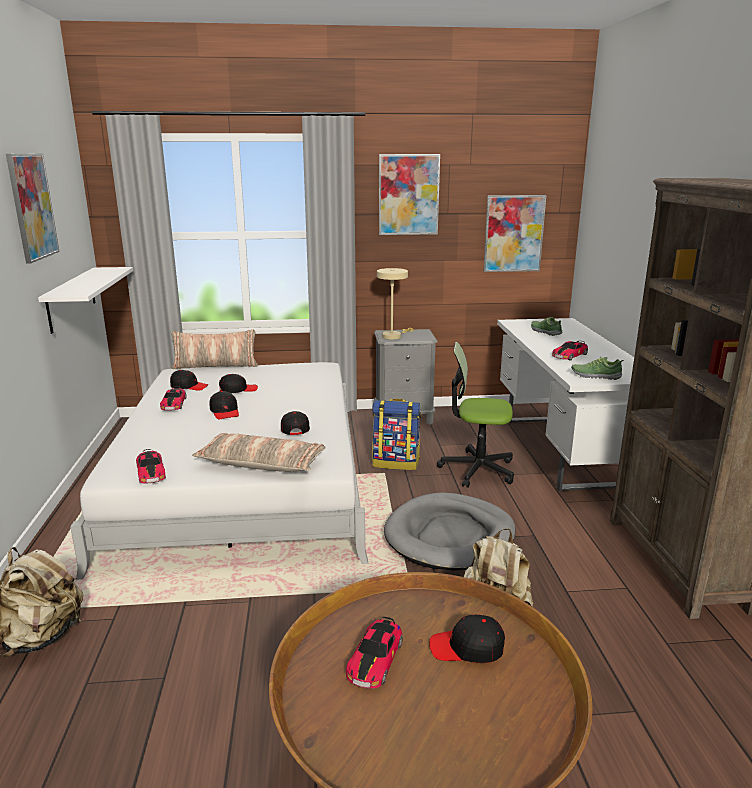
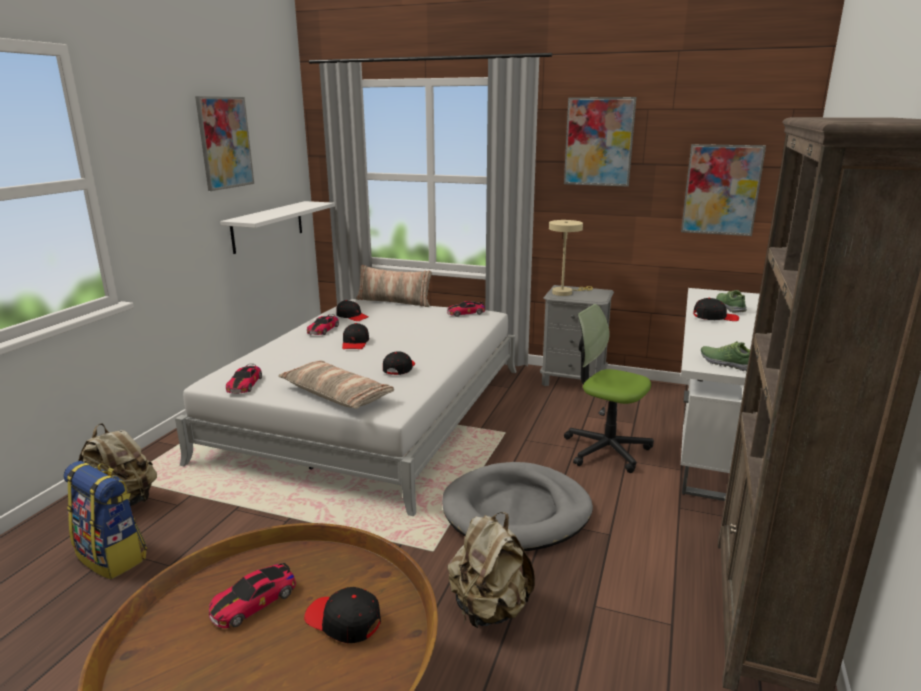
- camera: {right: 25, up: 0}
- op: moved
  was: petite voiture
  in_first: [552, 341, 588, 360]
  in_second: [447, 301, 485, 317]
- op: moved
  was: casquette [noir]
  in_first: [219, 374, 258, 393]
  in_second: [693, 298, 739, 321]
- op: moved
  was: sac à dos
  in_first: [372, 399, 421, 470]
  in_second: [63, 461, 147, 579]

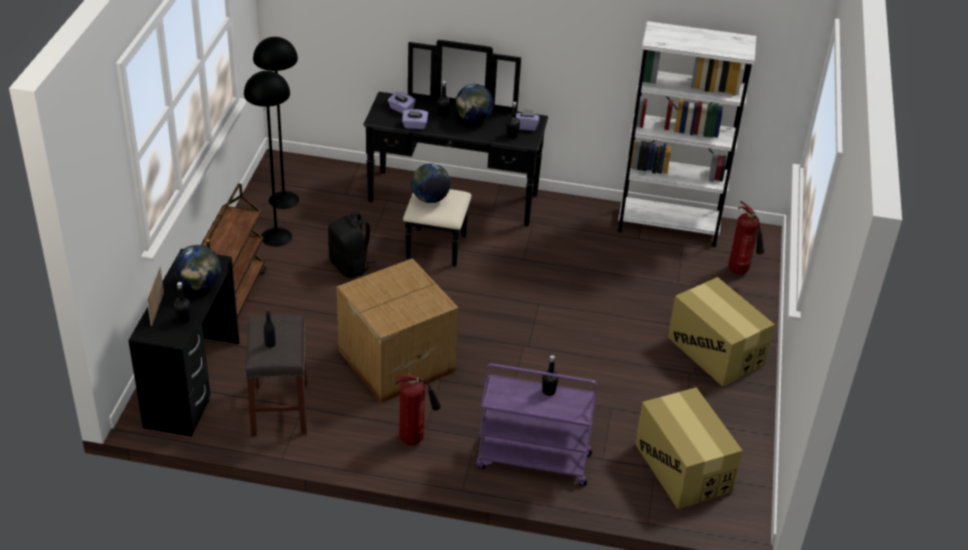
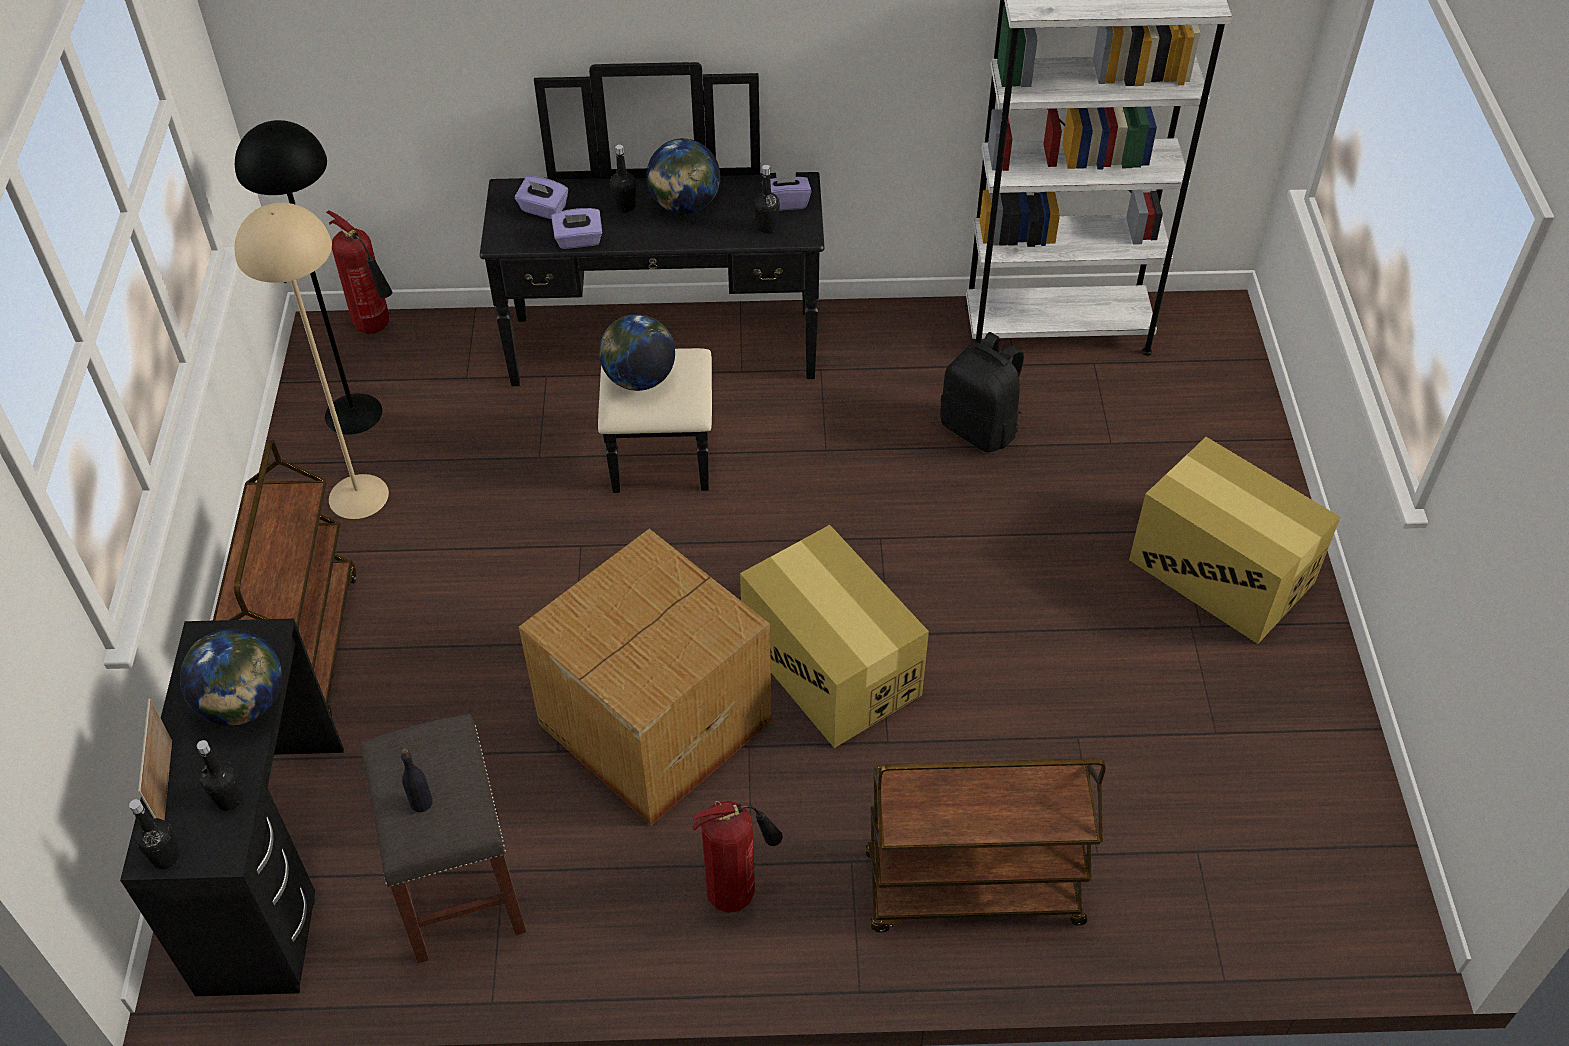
- camera: {right: -10, up: 10}
- op: recoloured
  was: lampadaire [noir]
  now: lampadaire [beige]
  in_first: [244, 71, 292, 247]
  in_second: [234, 203, 389, 519]
- op: moved
  was: extincteur
  in_first: [729, 201, 764, 274]
  in_second: [326, 210, 392, 334]
- op: moved
  was: sac à dos [noir]
  in_first: [328, 211, 376, 278]
  in_second: [940, 332, 1024, 452]
- op: moved
  was: bouteille [noir]
  in_first: [542, 355, 559, 396]
  in_second: [129, 799, 180, 869]
- op: recoloured
  was: chariot [violet]
  now: chariot [marron]
  in_first: [476, 363, 597, 486]
  in_second: [866, 758, 1106, 933]
- op: moved
  was: carton
  in_first: [635, 387, 743, 509]
  in_second: [740, 525, 929, 748]

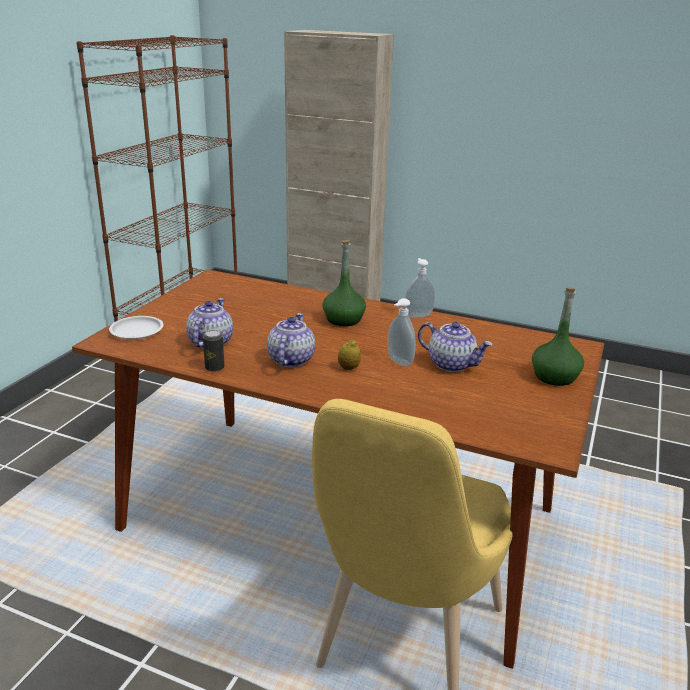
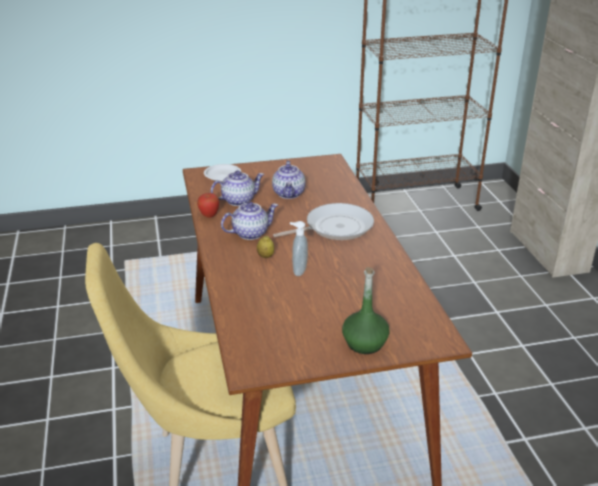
- camera: {right: 55, up: 5}
- op: replaced
  was: bouteille [vert]
  now: poêle
  in_first: [322, 240, 366, 326]
  in_second: [273, 203, 374, 240]
- op: removed
  was: distributeur de savon
  in_first: [405, 258, 435, 318]
- op: moved
  was: théière
  in_first: [418, 322, 493, 372]
  in_second: [272, 161, 306, 199]
- op: replaced
  was: boîte métallique
  now: pomme
  in_first: [203, 330, 225, 372]
  in_second: [197, 193, 219, 218]

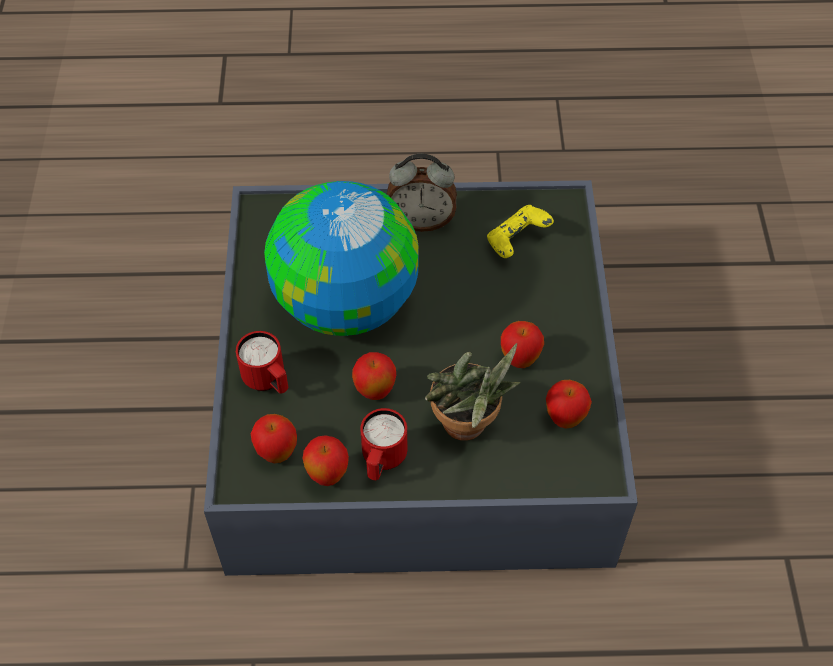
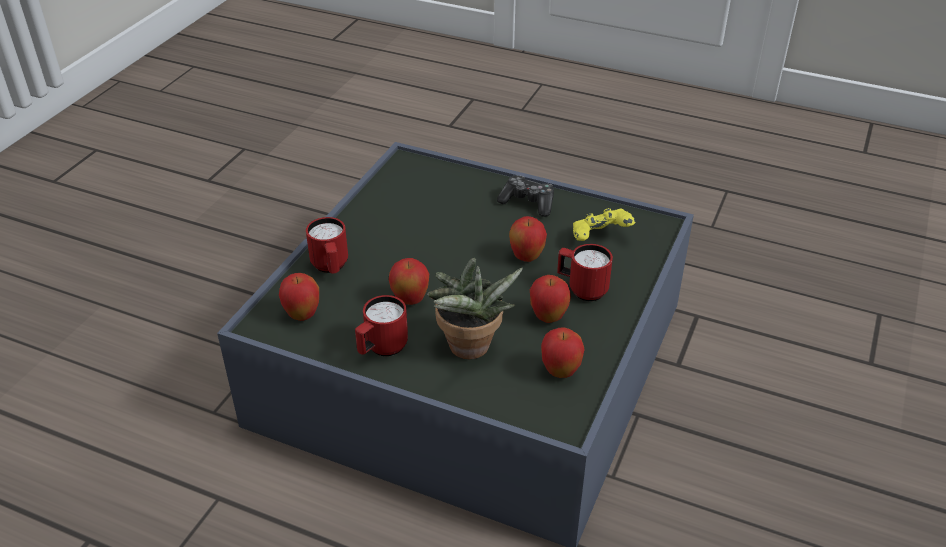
- camera: {right: 25, up: -15}
- op: replaced
  was: réveil
  now: manette
  in_first: [387, 154, 457, 232]
  in_second: [497, 175, 554, 217]
- op: removed
  was: globe
  in_first: [264, 181, 419, 336]
- op: moved
  was: pomme
  in_first: [303, 435, 349, 486]
  in_second: [509, 216, 547, 262]
- op: added
  now: mug [rouge]
  in_second: [557, 244, 613, 301]

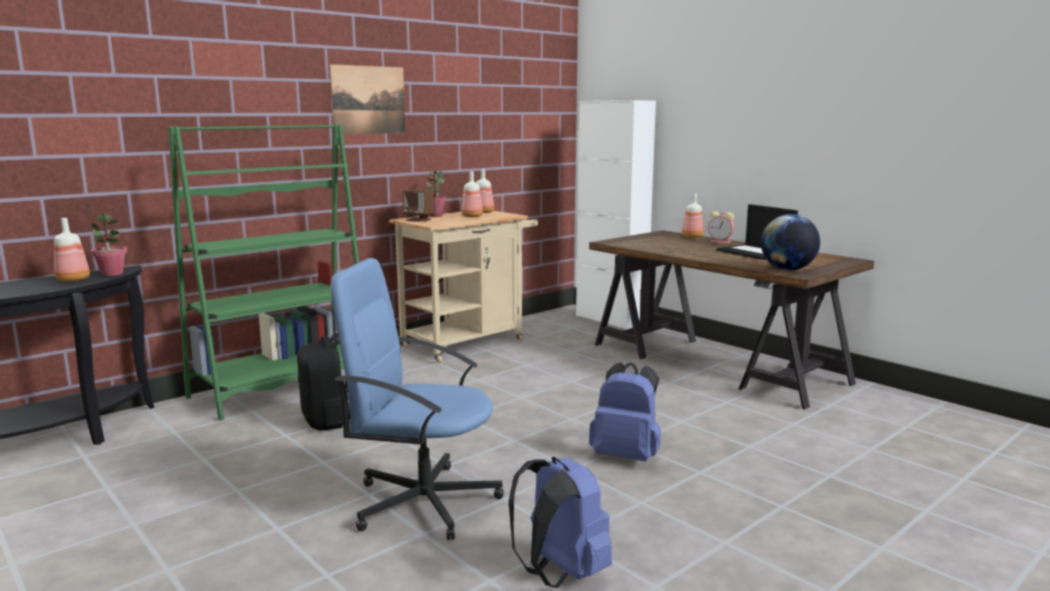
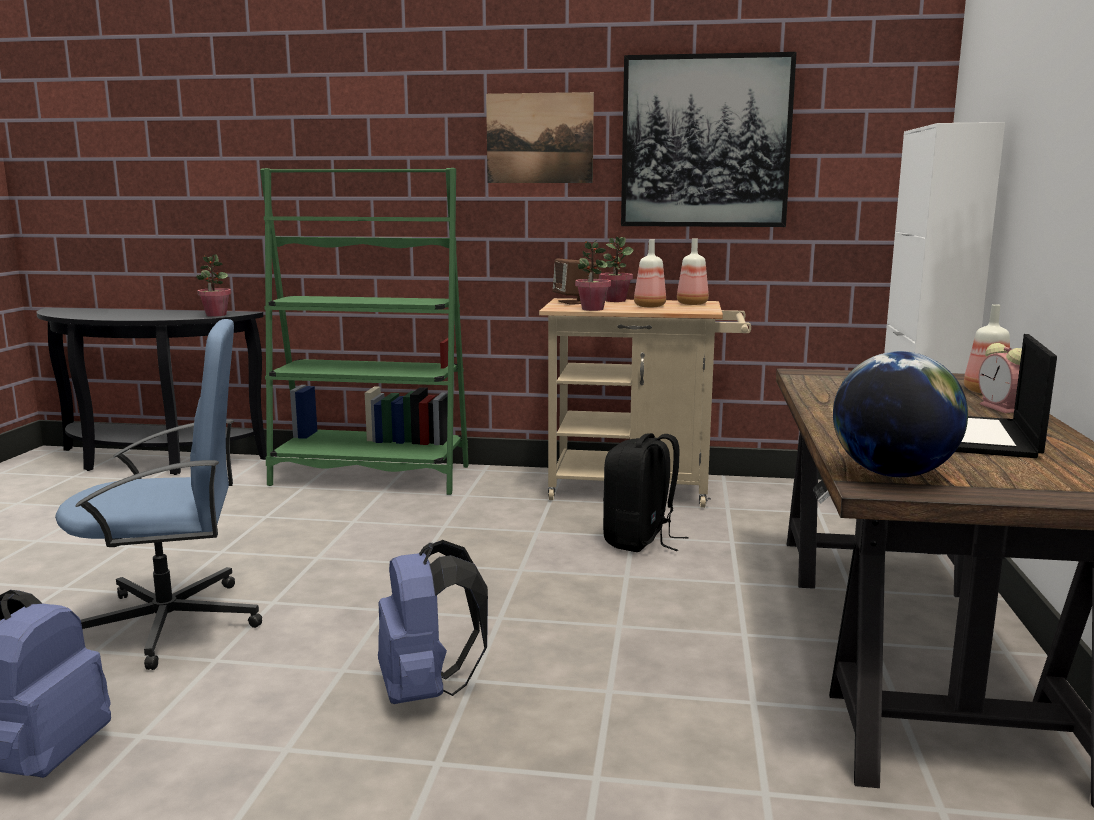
- camera: {right: 50, up: 0}
- op: removed
  was: bouteille
  in_first: [54, 218, 90, 282]
- op: turned
  was: chaise de bureau [bleu]
  in_first: [331, 258, 504, 540]
  in_second: [55, 319, 262, 670]
  clockwise: 105
- op: moved
  was: sac à dos [noir]
  in_first: [297, 333, 350, 431]
  in_second: [603, 433, 689, 552]
- op: added
  now: tableau
  in_second: [621, 52, 797, 227]
- op: added
  now: plante en pot
  in_second: [575, 240, 611, 311]

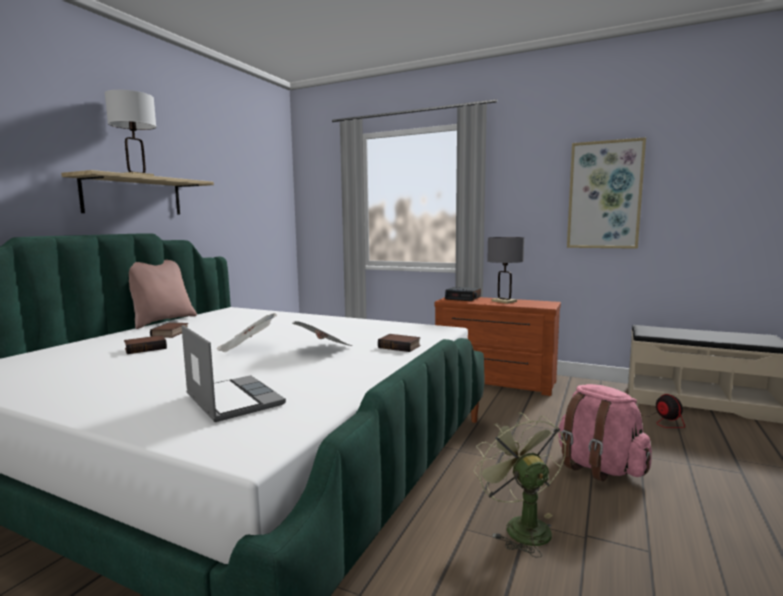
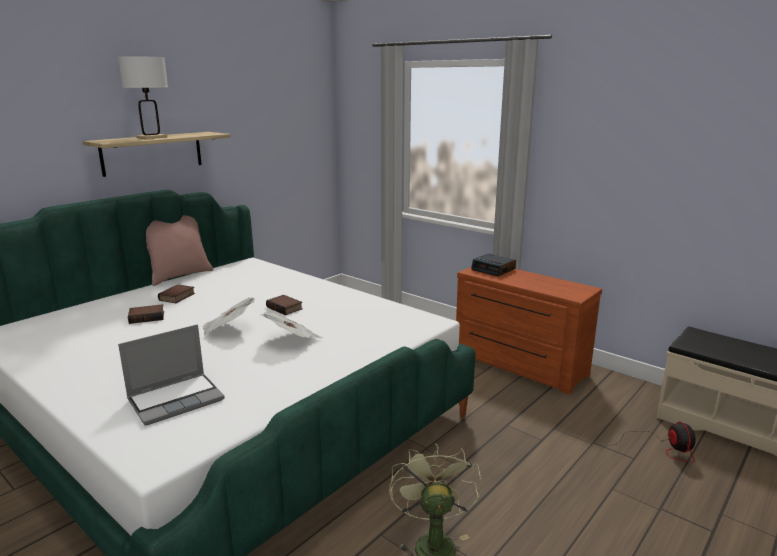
- camera: {right: 15, up: 10}
- op: removed
  was: tableau
  in_first: [567, 137, 646, 249]
- op: removed
  was: lampe de table [gris]
  in_first: [487, 237, 524, 304]
- op: turned
  was: ordinateur portable
  in_first: [182, 325, 286, 422]
  in_second: [118, 324, 225, 425]
  clockwise: 75
- op: moved
  was: livre
  in_first: [378, 334, 421, 352]
  in_second: [266, 295, 303, 315]
- op: removed
  was: sac à dos [rose]
  in_first: [558, 384, 652, 481]

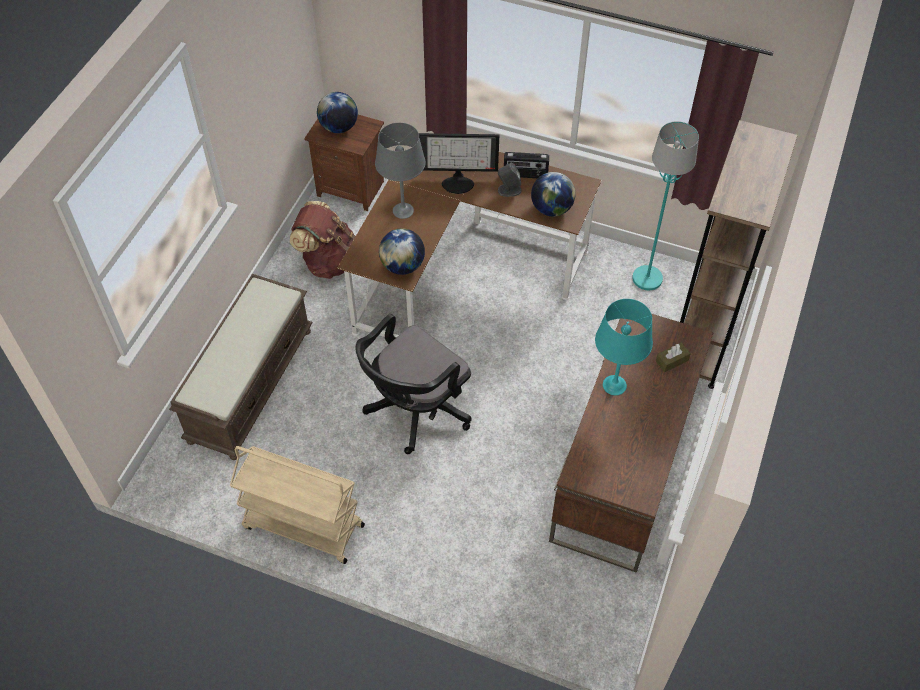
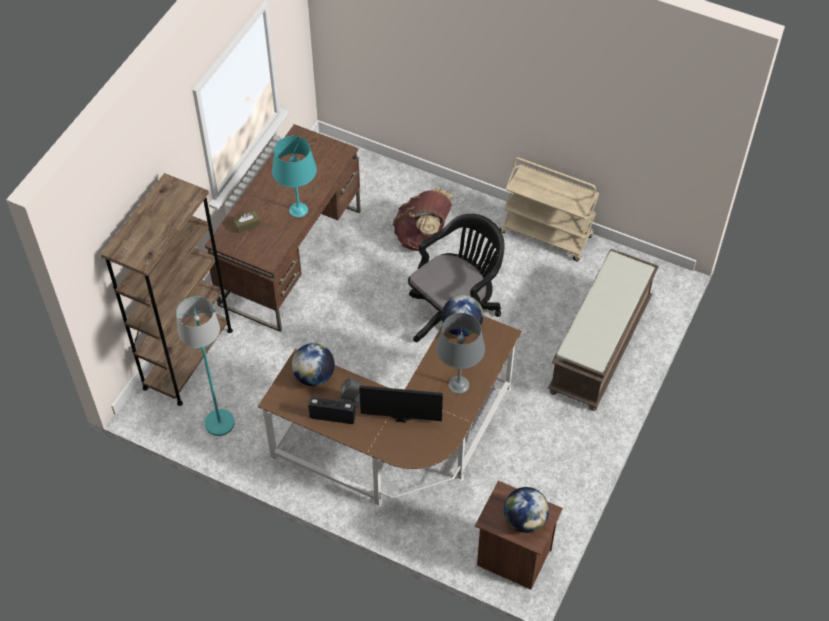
- camera: {right: -175, up: 0}
- op: moved
  was: sac à dos [marron]
  in_first: [290, 201, 355, 279]
  in_second: [393, 188, 453, 251]

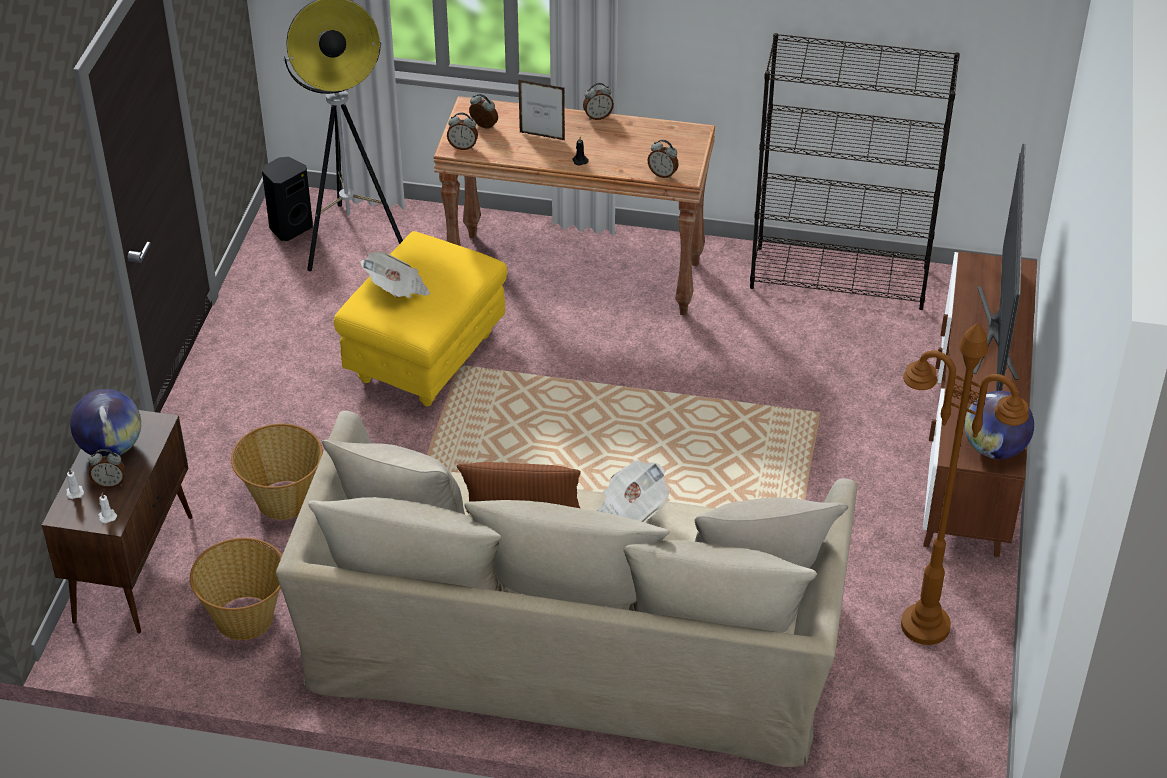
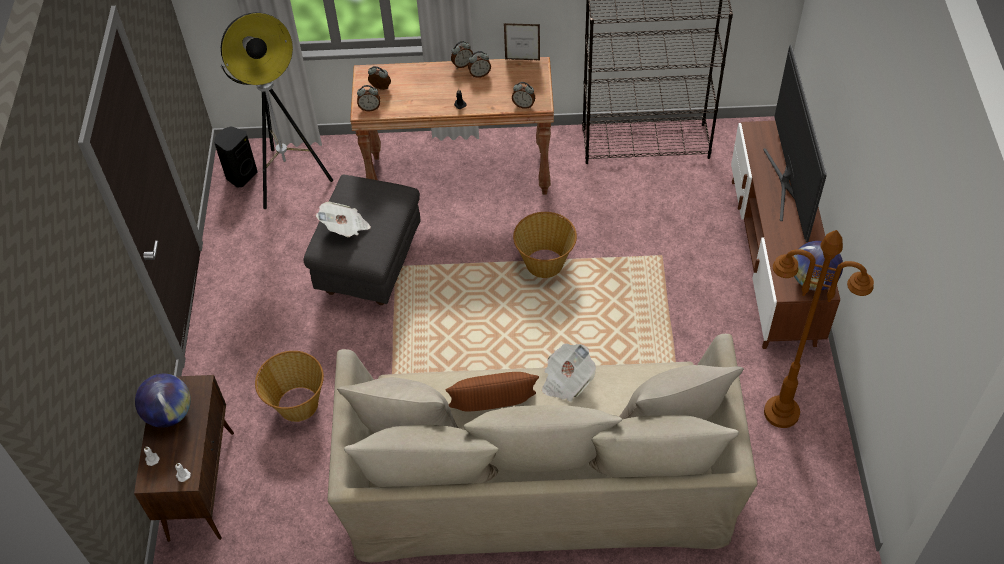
- camera: {right: -10, up: 10}
- op: moved
  was: cadre photo
  in_first: [518, 80, 565, 140]
  in_second: [504, 23, 540, 60]
- op: recoloured
  was: pouf [jaune]
  now: pouf [gris]
  in_first: [334, 231, 507, 406]
  in_second: [303, 174, 420, 305]
- op: moved
  was: réveil
  in_first: [89, 449, 126, 489]
  in_second: [468, 51, 491, 78]
- op: moved
  was: panier
  in_first: [190, 538, 282, 640]
  in_second: [513, 212, 577, 278]

